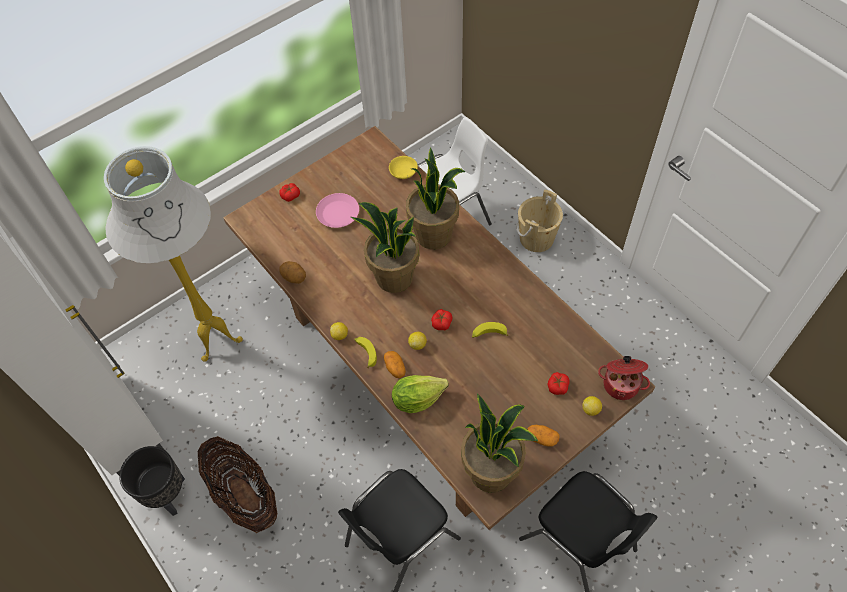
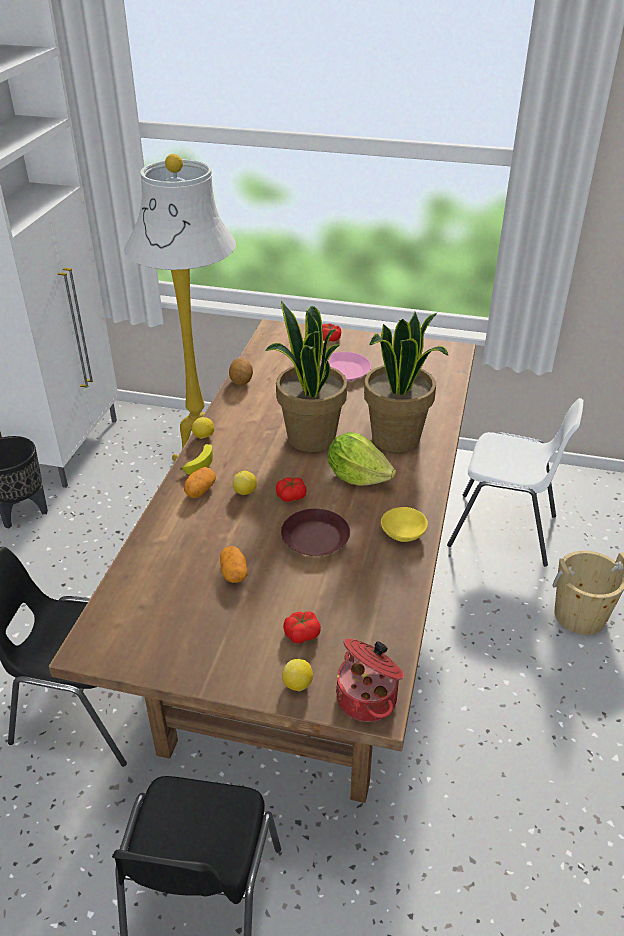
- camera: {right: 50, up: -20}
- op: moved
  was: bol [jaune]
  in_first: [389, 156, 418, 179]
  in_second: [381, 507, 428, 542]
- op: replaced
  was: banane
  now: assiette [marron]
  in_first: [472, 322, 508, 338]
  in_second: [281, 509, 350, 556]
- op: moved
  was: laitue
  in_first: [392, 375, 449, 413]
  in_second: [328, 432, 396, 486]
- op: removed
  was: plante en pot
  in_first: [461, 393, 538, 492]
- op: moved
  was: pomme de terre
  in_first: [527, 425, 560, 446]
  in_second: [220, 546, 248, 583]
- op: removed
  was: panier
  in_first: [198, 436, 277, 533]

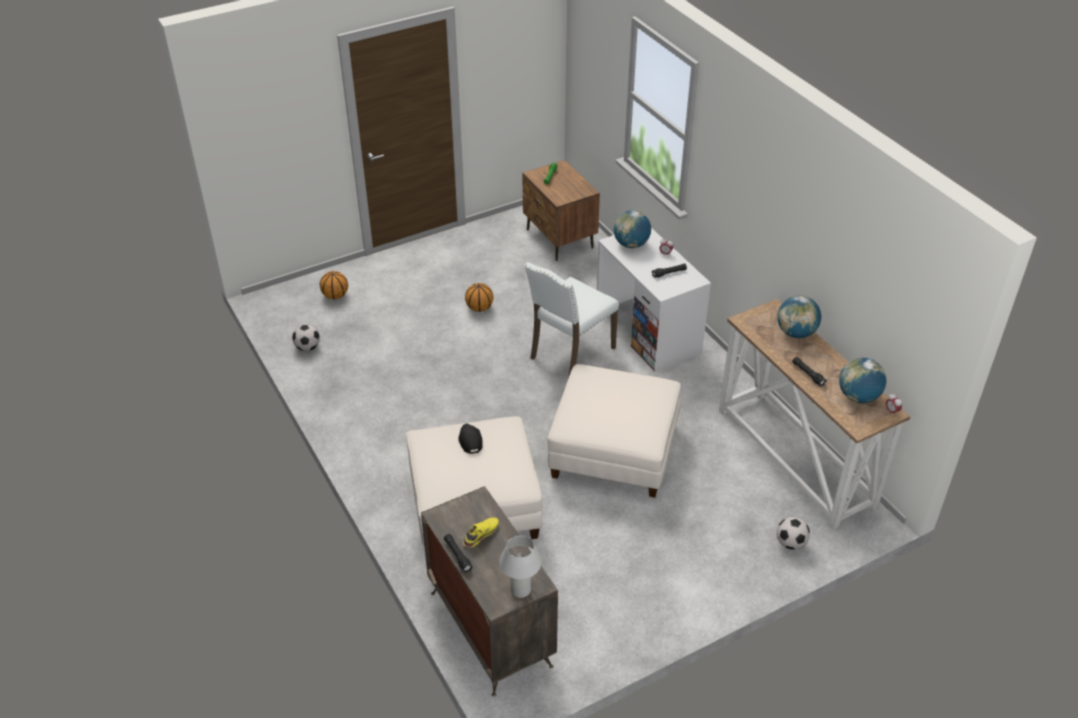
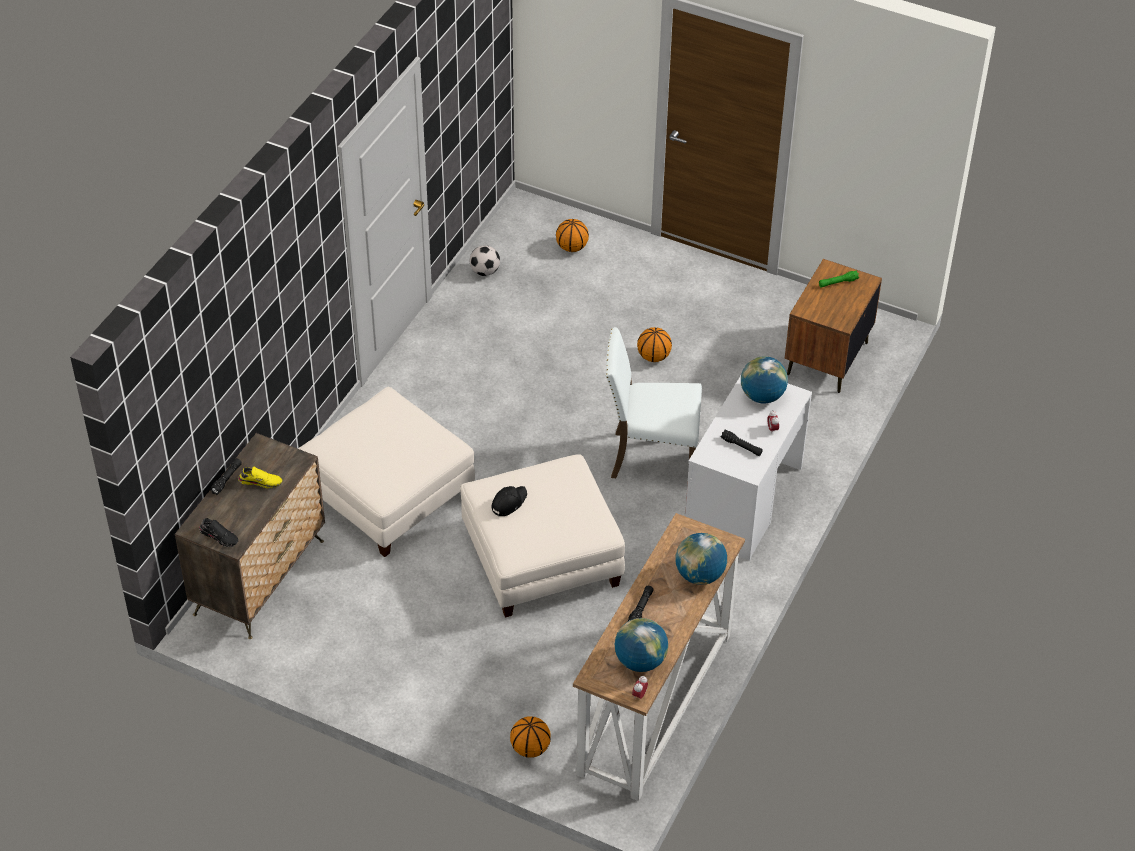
- camera: {right: 55, up: 5}
- op: moved
  was: casquette [noir]
  in_first: [458, 424, 483, 454]
  in_second: [492, 486, 527, 516]
- op: replaced
  was: ballon de foot
  now: ballon de basket
  in_first: [777, 517, 810, 550]
  in_second: [510, 716, 551, 758]
- op: replaced
  was: lampe de table [blanc]
  now: chaussure [noir]
  in_first: [499, 536, 541, 598]
  in_second: [199, 518, 238, 547]

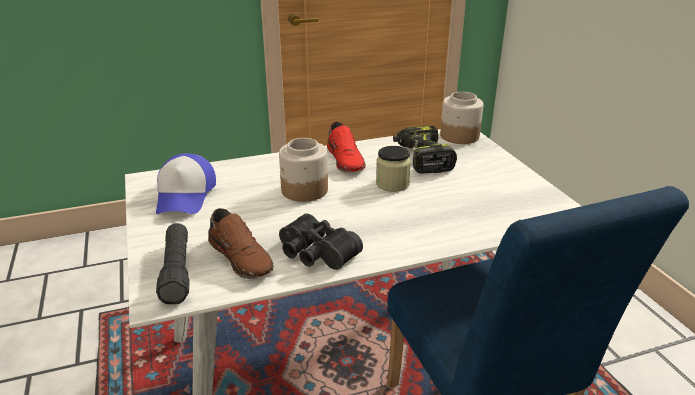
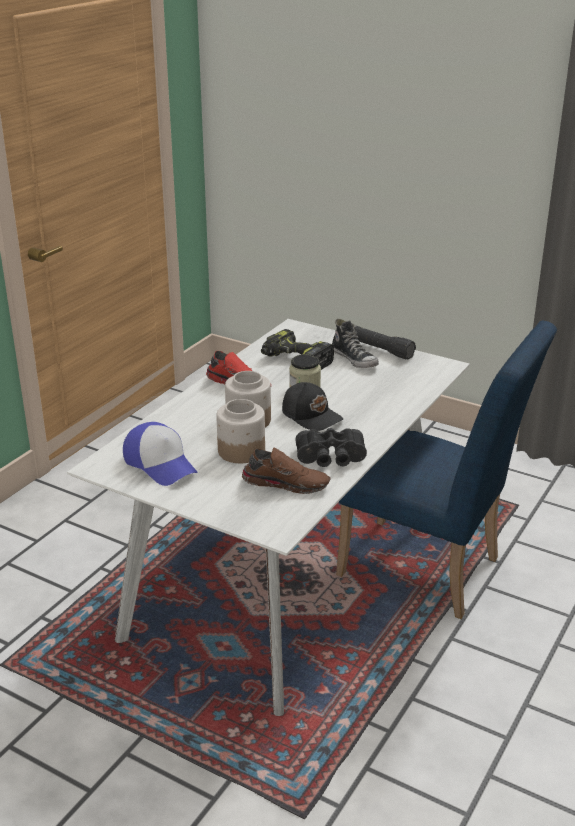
- camera: {right: -40, up: 0}
- op: moved
  was: bocal
  in_first: [440, 92, 483, 144]
  in_second: [216, 399, 265, 463]
- op: moved
  was: lampe de poche [noir]
  in_first: [156, 223, 190, 304]
  in_second: [355, 326, 416, 359]
- op: added
  now: chaussure
  in_second: [332, 319, 379, 368]
- op: added
  now: casquette [noir]
  in_second: [282, 382, 343, 431]

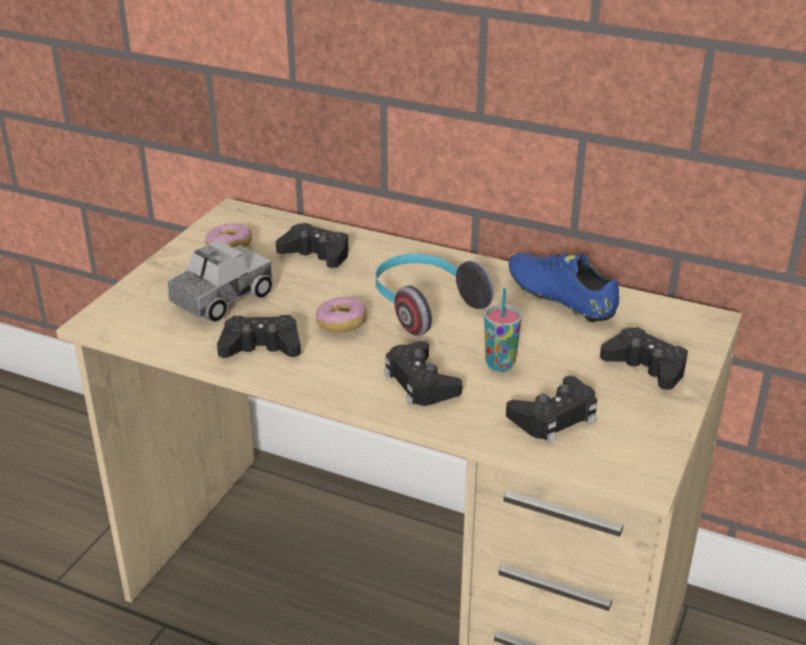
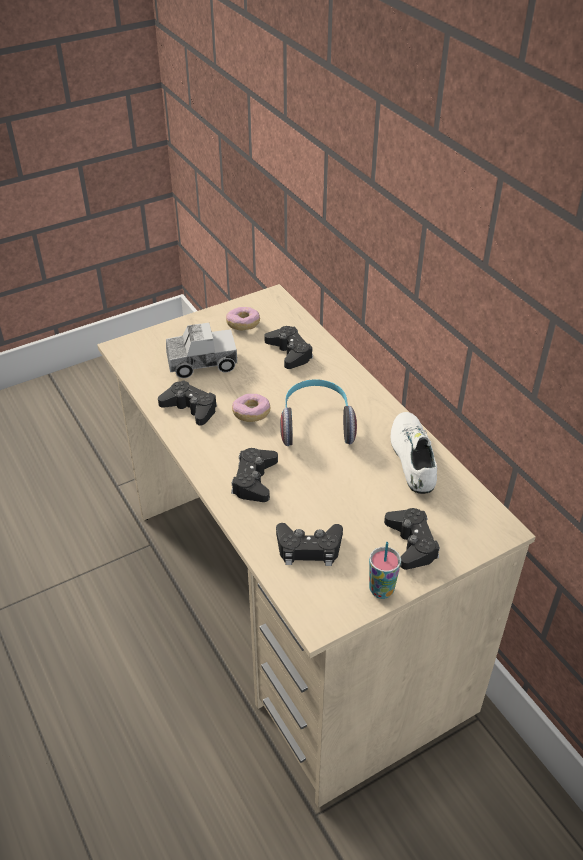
- camera: {right: 35, up: 10}
- op: recoloured
  was: chaussure [bleu]
  now: chaussure [blanc]
  in_first: [509, 253, 619, 324]
  in_second: [390, 412, 437, 494]
- op: moved
  was: tasse
  in_first: [484, 288, 522, 371]
  in_second: [369, 542, 401, 599]

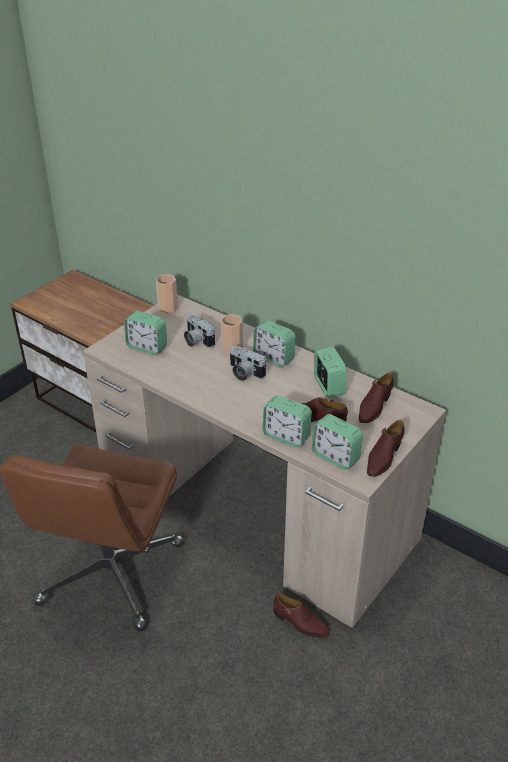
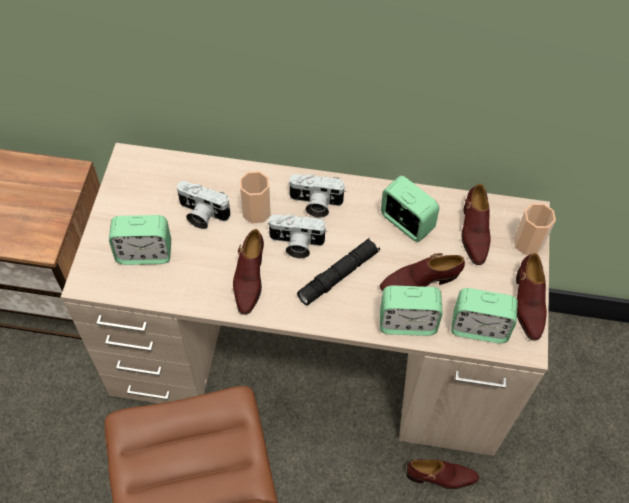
- camera: {right: -30, up: 20}
- op: moved
  was: tasse
  in_first: [156, 274, 178, 313]
  in_second: [514, 203, 556, 255]
- op: replaced
  was: réveil
  now: appareil photo
  in_first: [253, 320, 296, 367]
  in_second: [289, 174, 346, 218]
- op: added
  now: chaussure [marron]
  in_second: [233, 229, 264, 315]
- op: added
  now: lampe de poche [noir]
  in_second: [297, 238, 380, 306]

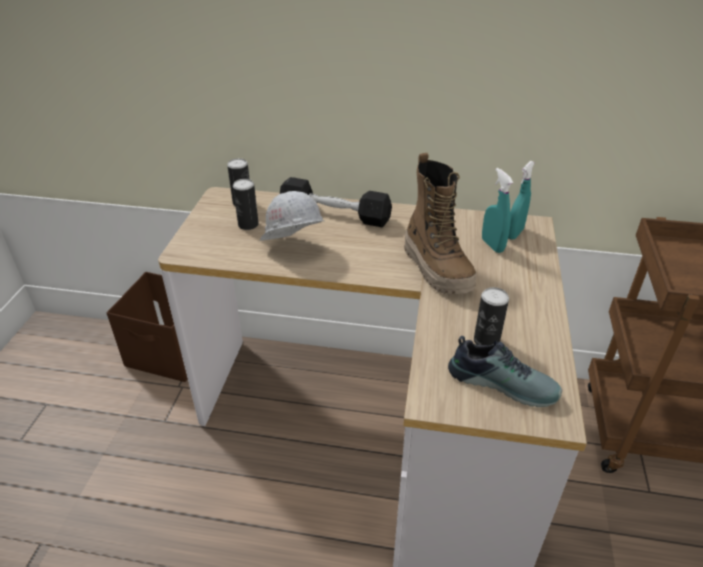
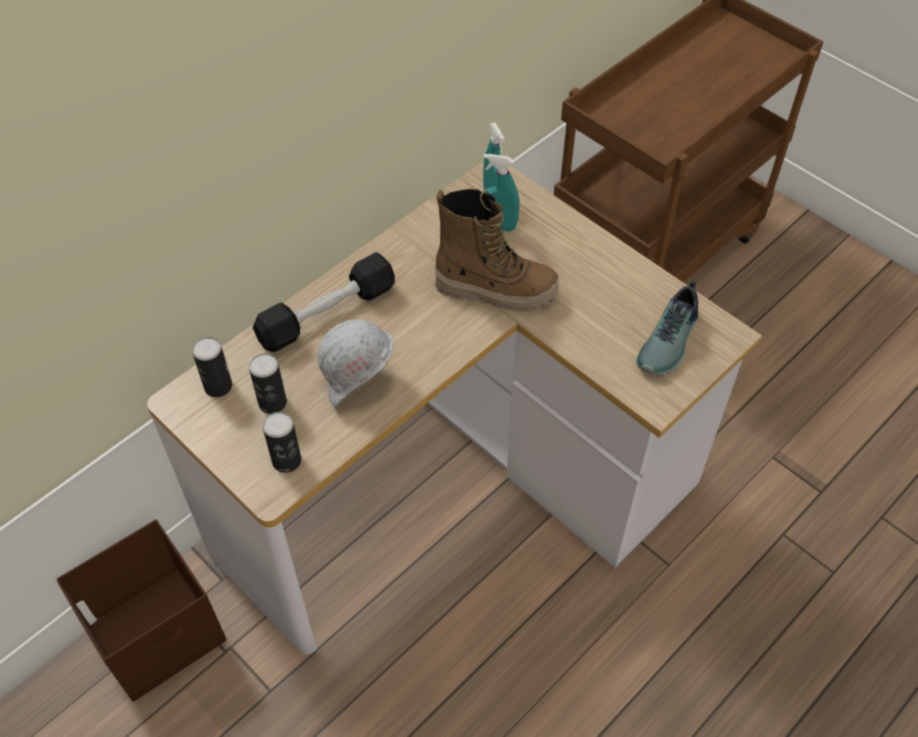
- camera: {right: -55, up: 15}
- op: moved
  was: boîte métallique
  in_first: [474, 287, 509, 345]
  in_second: [263, 412, 301, 473]
- op: turned
  was: chaussure
  in_first: [448, 336, 562, 407]
  in_second: [636, 280, 698, 374]
  clockwise: 150

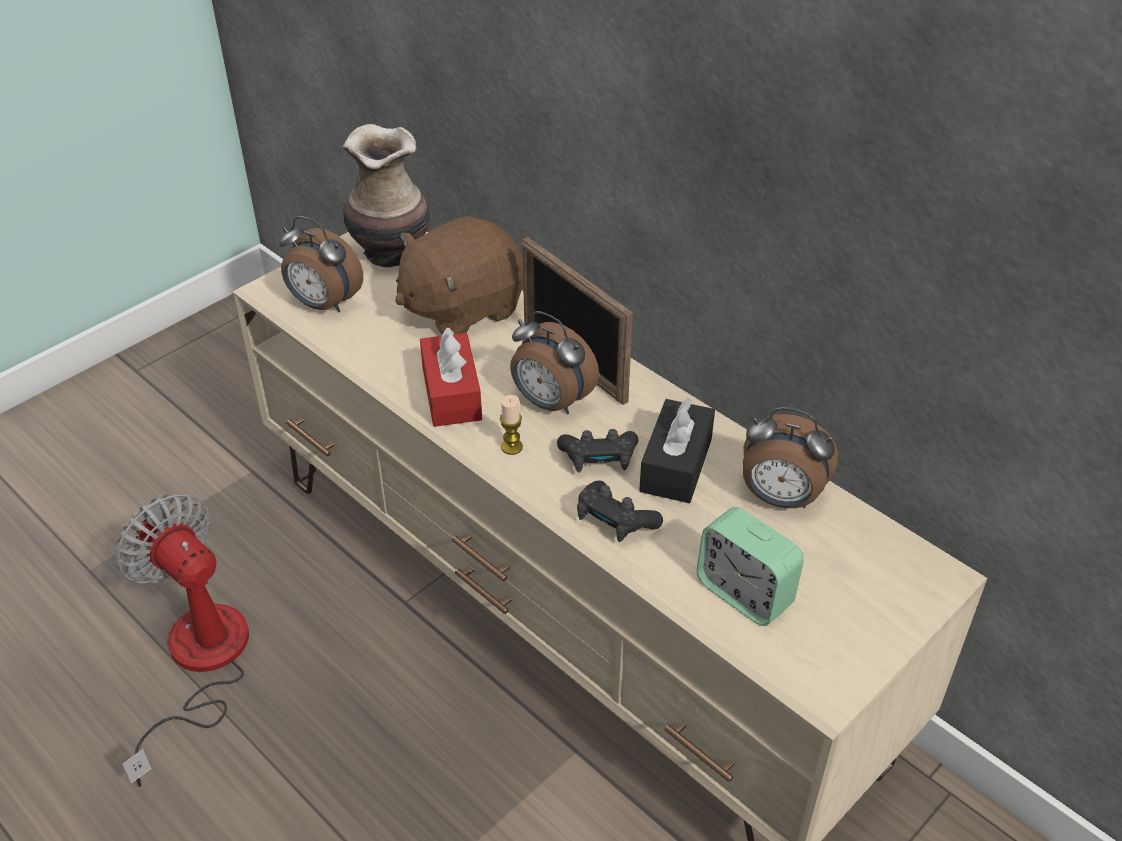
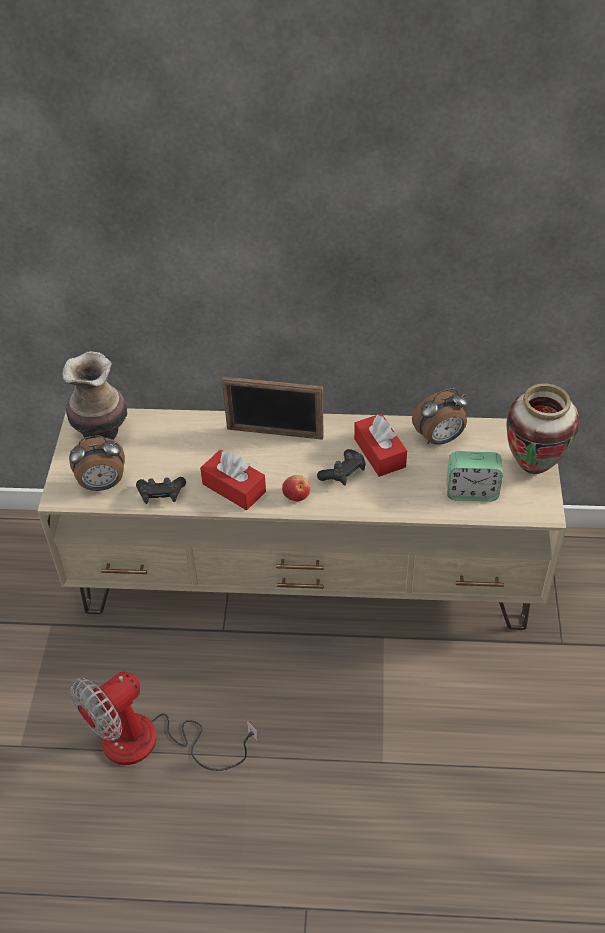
- camera: {right: -40, up: 5}
- op: removed
  was: peluche [marron]
  in_first: [395, 216, 523, 334]
- op: removed
  was: réveil
  in_first: [510, 311, 599, 414]
- op: replaced
  was: bougie
  now: pomme
  in_first: [500, 395, 523, 455]
  in_second: [282, 475, 310, 501]
- op: recoloured
  was: boîte à mouchoirs [noir]
  now: boîte à mouchoirs [rouge]
  in_first: [639, 398, 715, 503]
  in_second: [354, 414, 407, 477]
- op: moved
  was: manette [noir]
  in_first: [577, 480, 663, 542]
  in_second: [136, 477, 186, 504]
- op: turned
  was: ventilateur
  in_first: [116, 493, 249, 787]
  in_second: [71, 671, 258, 771]
  clockwise: -45
- op: added
  now: vase
  in_second: [506, 383, 579, 474]

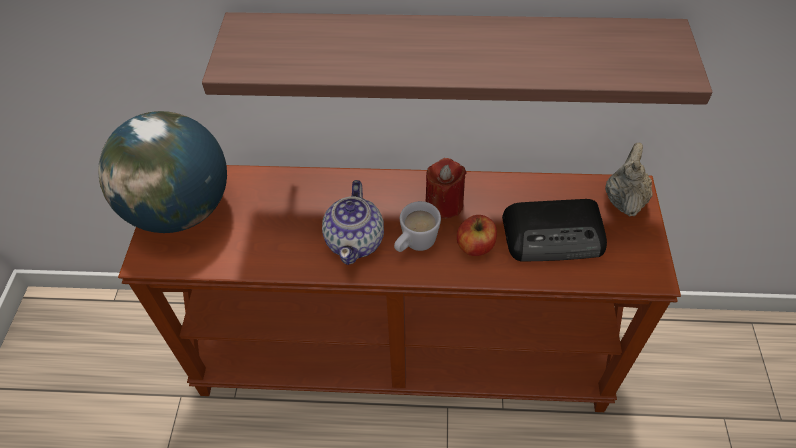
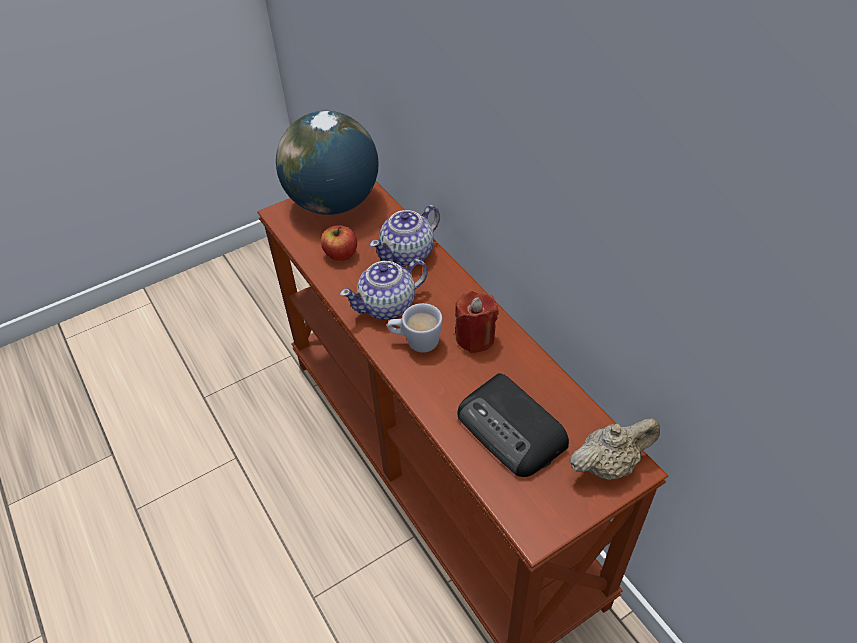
- camera: {right: 55, up: -5}
- op: removed
  was: étagère
  in_first: [202, 12, 713, 105]
- op: moved
  was: pomme
  in_first: [457, 215, 497, 256]
  in_second: [321, 225, 357, 261]
- op: added
  now: théière
  in_second: [370, 205, 440, 266]

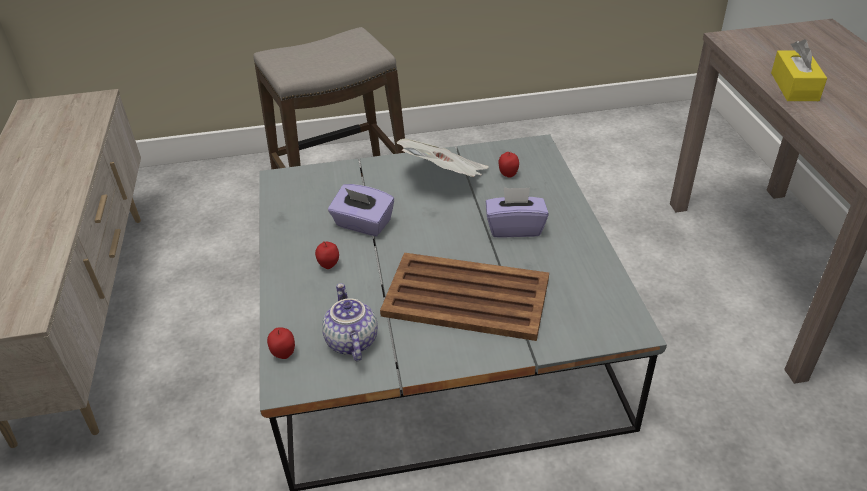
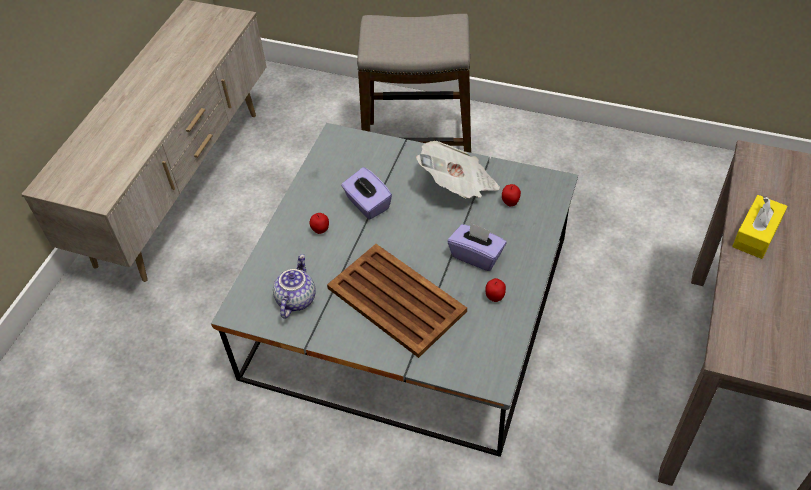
- camera: {right: 30, up: 10}
- op: moved
  was: pomme
  in_first: [267, 327, 295, 359]
  in_second: [485, 278, 506, 302]

